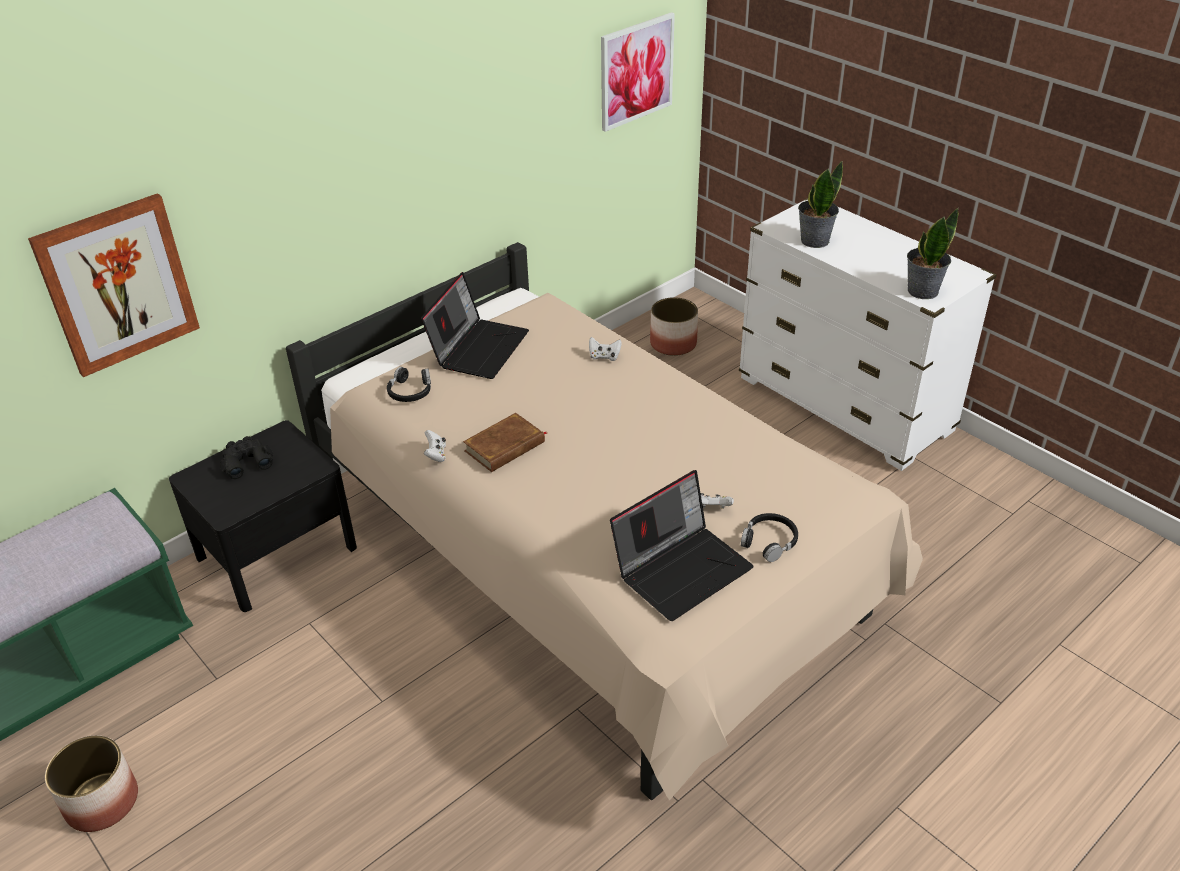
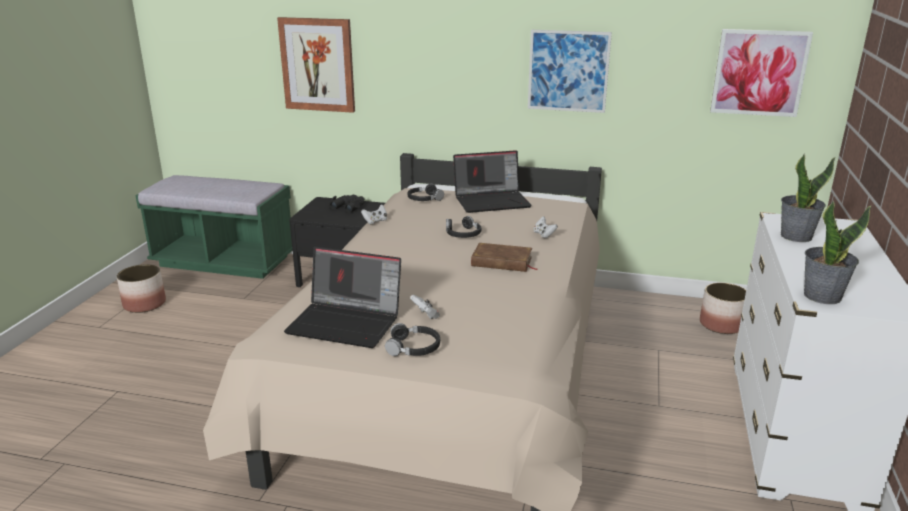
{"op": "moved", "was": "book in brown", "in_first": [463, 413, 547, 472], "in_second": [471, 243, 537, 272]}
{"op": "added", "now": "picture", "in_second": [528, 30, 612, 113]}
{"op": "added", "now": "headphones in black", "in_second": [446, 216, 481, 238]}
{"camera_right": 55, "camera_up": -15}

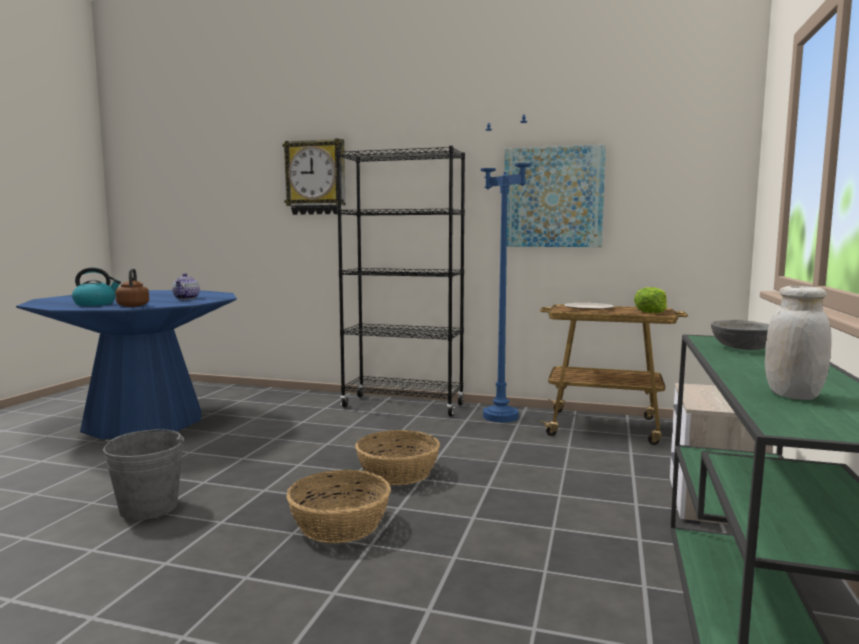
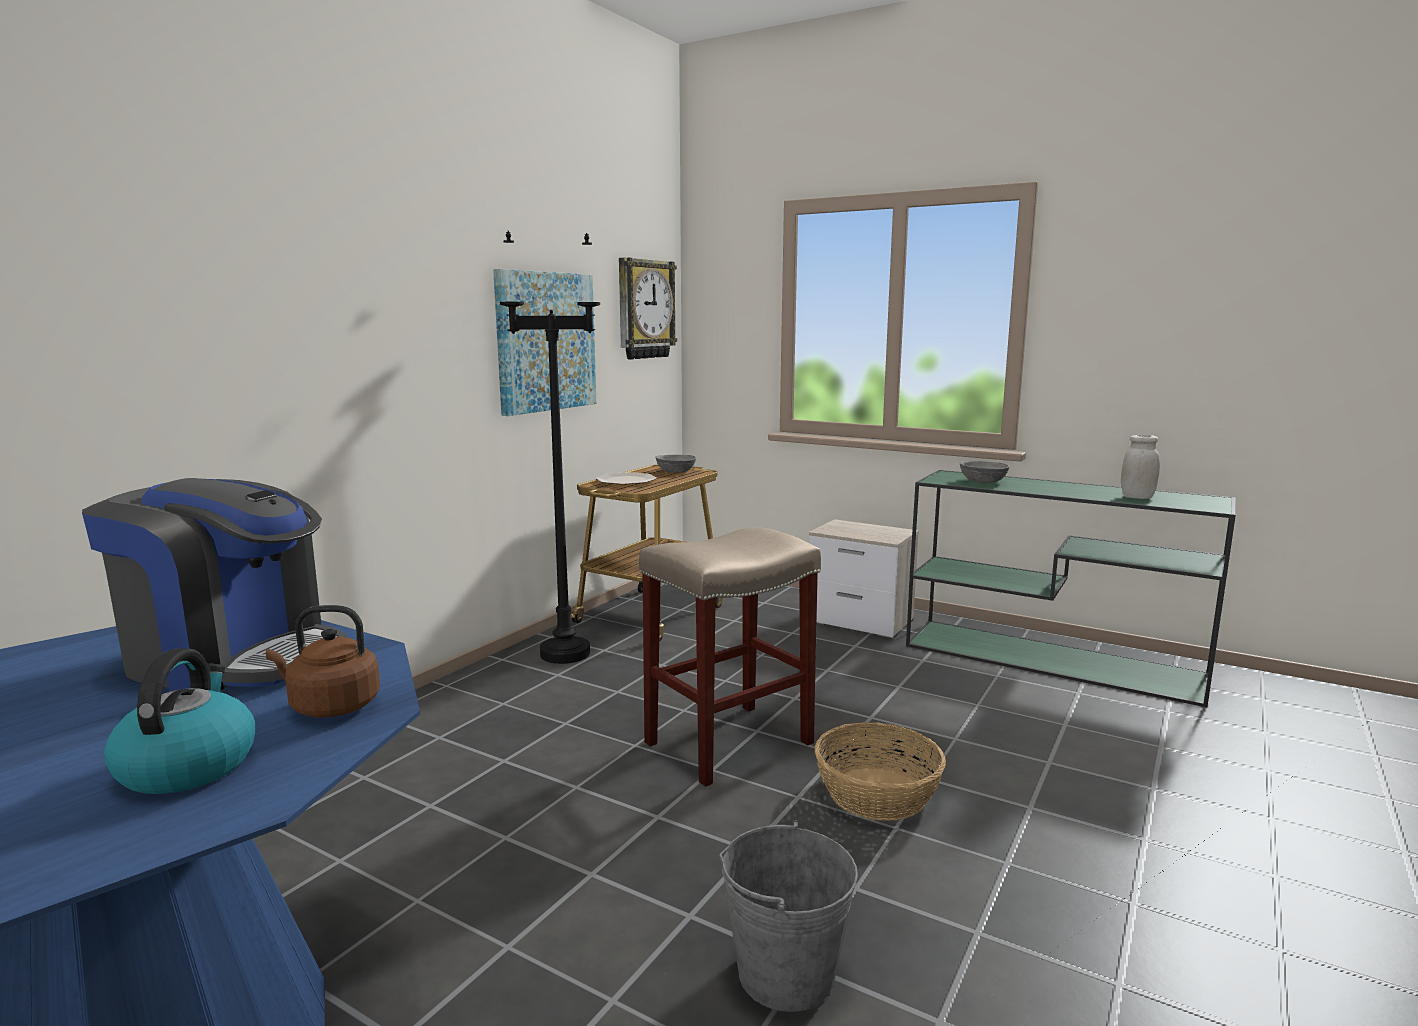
{"op": "recoloured", "was": "floor lamp in blue", "now": "floor lamp in black", "in_first": [480, 114, 531, 422], "in_second": [500, 231, 600, 664]}
{"op": "moved", "was": "wall clock", "in_first": [283, 138, 345, 215], "in_second": [619, 258, 677, 360]}
{"op": "removed", "was": "bookcase in black", "in_first": [336, 146, 465, 417]}
{"op": "replaced", "was": "teapot", "now": "coffee machine", "in_first": [172, 273, 200, 300], "in_second": [82, 478, 347, 692]}
{"op": "replaced", "was": "lettuce", "now": "bowl in grey", "in_first": [634, 287, 667, 313], "in_second": [655, 455, 696, 473]}
{"op": "replaced", "was": "basket", "now": "stool in beige", "in_first": [355, 430, 440, 485], "in_second": [639, 527, 821, 787]}
{"camera_right": -75, "camera_up": 5}

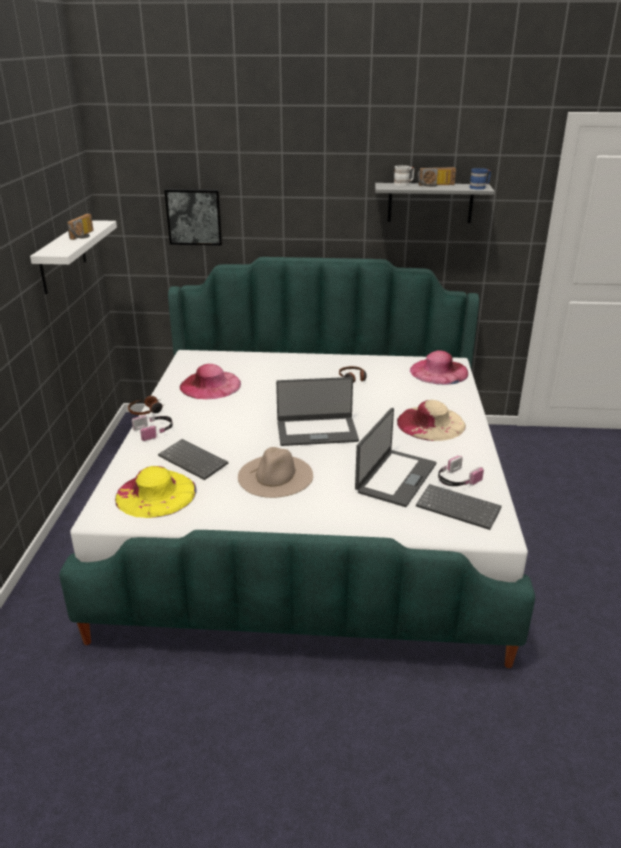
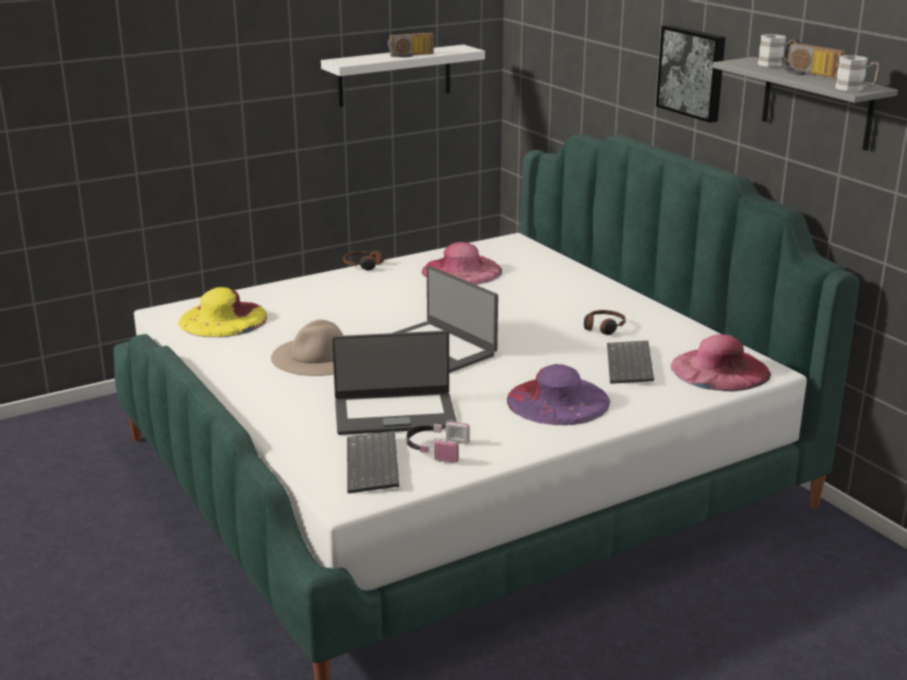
{"op": "recoloured", "was": "mug in blue", "now": "mug in white", "in_first": [469, 168, 491, 189], "in_second": [835, 55, 880, 91]}
{"op": "moved", "was": "picture", "in_first": [164, 189, 223, 245], "in_second": [656, 25, 726, 123]}
{"op": "recoloured", "was": "hat in beige", "now": "hat in purple", "in_first": [397, 400, 466, 441], "in_second": [507, 364, 610, 425]}
{"op": "removed", "was": "headphones", "in_first": [132, 414, 173, 441]}
{"op": "moved", "was": "keyboard", "in_first": [158, 439, 228, 480], "in_second": [607, 341, 654, 384]}
{"camera_right": 55, "camera_up": -5}

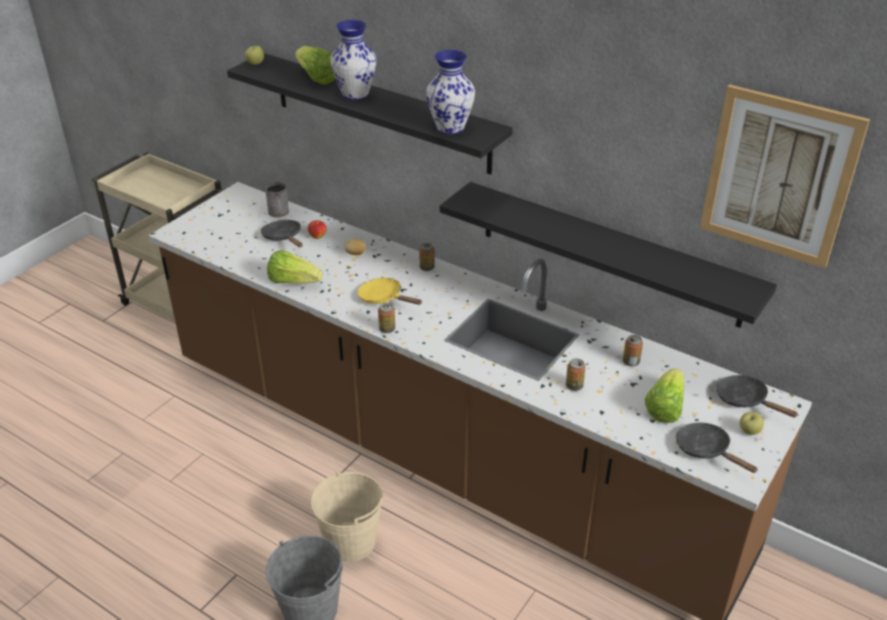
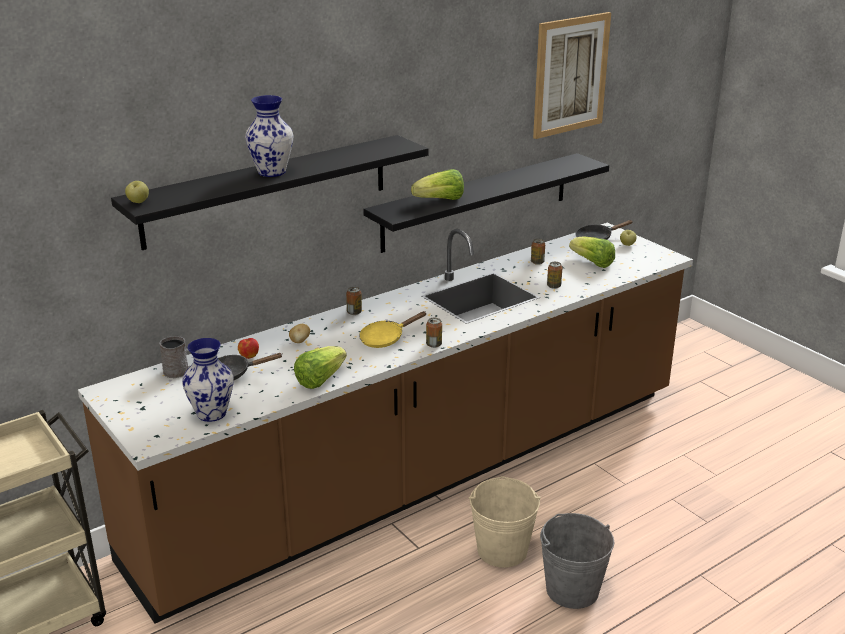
{"op": "moved", "was": "lettuce", "in_first": [295, 46, 336, 85], "in_second": [411, 169, 464, 200]}
{"op": "moved", "was": "vase", "in_first": [426, 50, 475, 134], "in_second": [182, 338, 233, 422]}
{"op": "removed", "was": "frying pan in black", "in_first": [676, 422, 758, 473]}
{"camera_right": -70, "camera_up": -10}

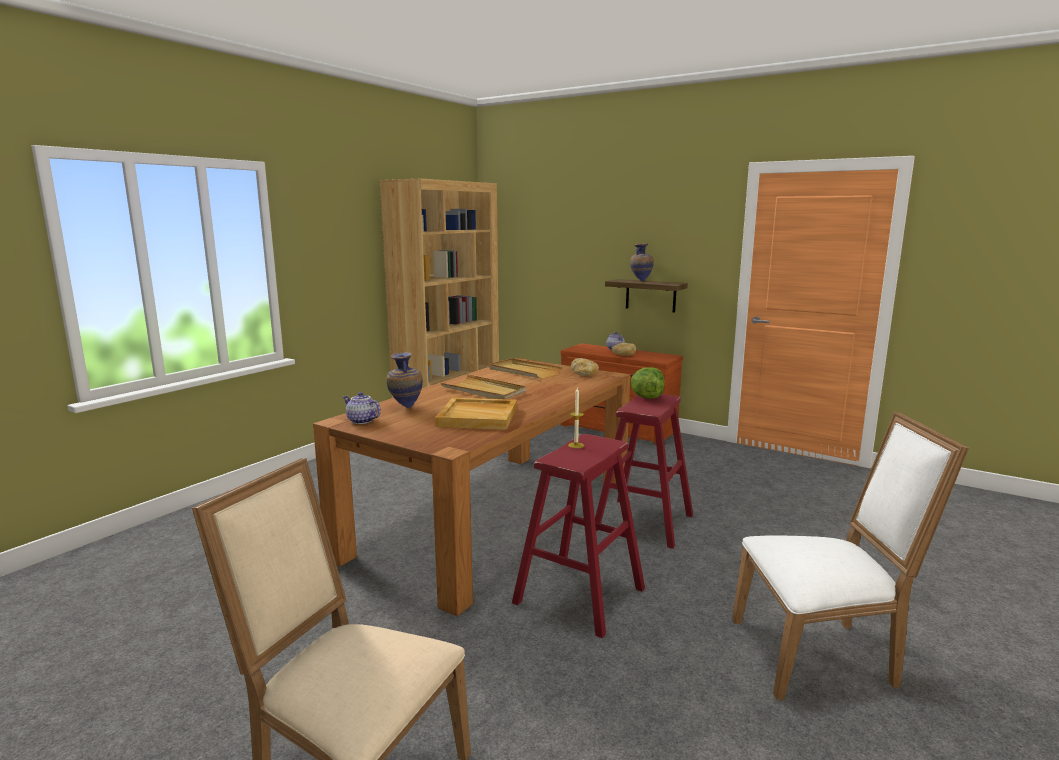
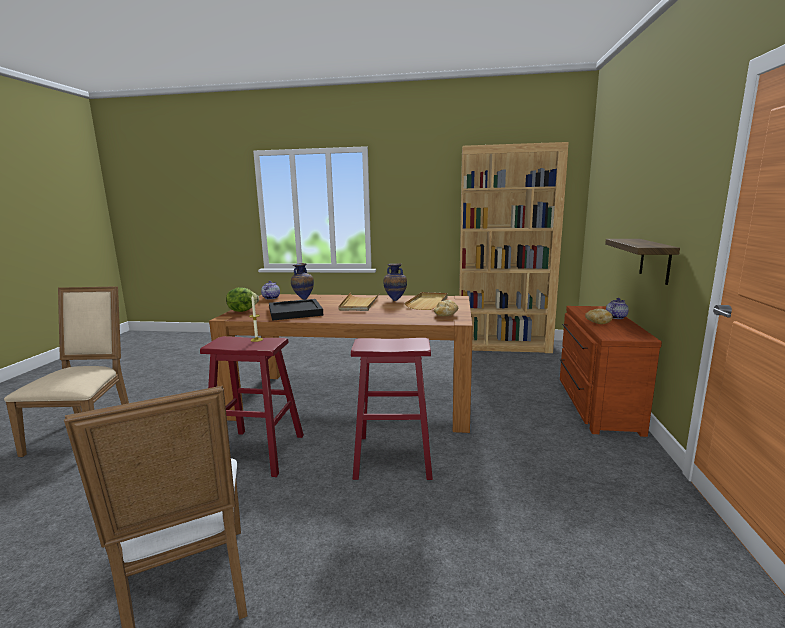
{"op": "moved", "was": "vase", "in_first": [630, 243, 654, 282], "in_second": [383, 263, 407, 301]}
{"op": "moved", "was": "lettuce", "in_first": [630, 367, 665, 399], "in_second": [226, 287, 259, 312]}
{"op": "recoloured", "was": "tray in beige", "now": "tray in black", "in_first": [435, 397, 517, 430], "in_second": [269, 299, 323, 321]}
{"camera_right": 65, "camera_up": 0}

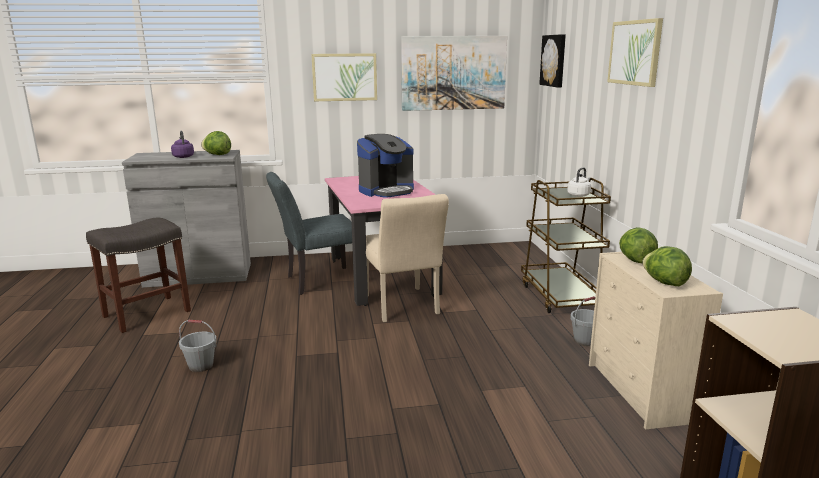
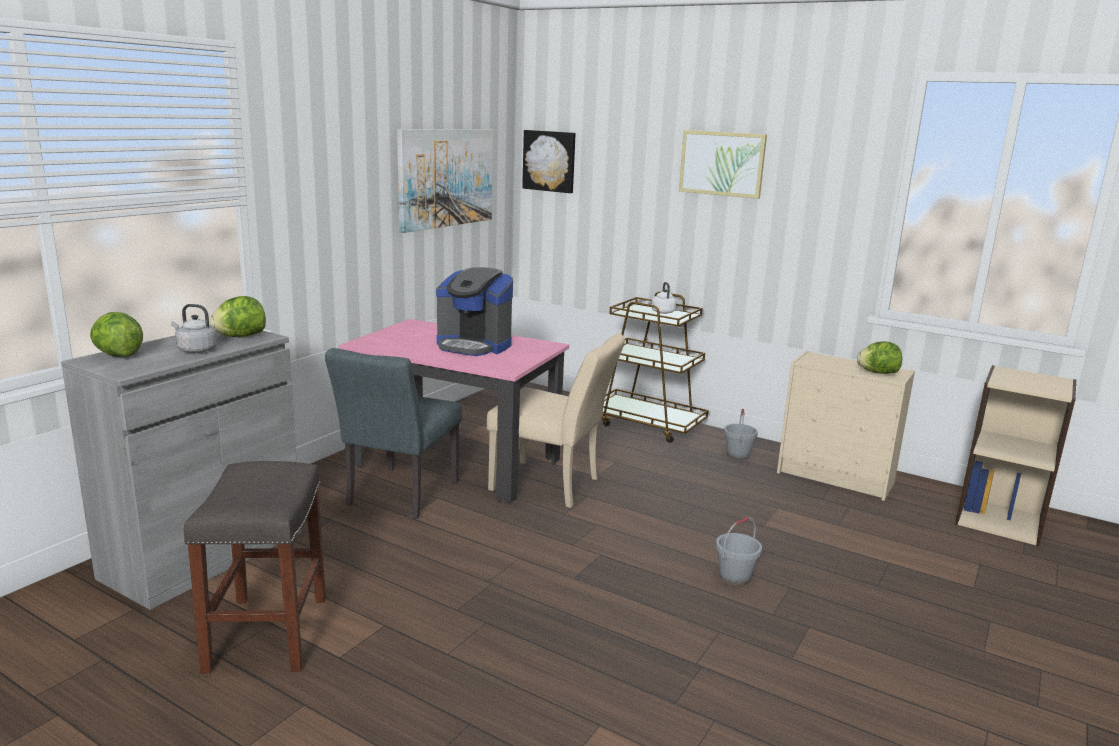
{"op": "removed", "was": "picture", "in_first": [311, 53, 377, 101]}
{"op": "recoloured", "was": "kettle in purple", "now": "kettle in grey", "in_first": [171, 131, 194, 158], "in_second": [171, 304, 218, 353]}
{"op": "turned", "was": "coffee machine", "in_first": [357, 134, 414, 198], "in_second": [436, 267, 513, 356], "clockwise": 105}
{"op": "moved", "was": "lettuce", "in_first": [619, 227, 658, 264], "in_second": [90, 312, 143, 357]}
{"op": "moved", "was": "bucket in grey", "in_first": [179, 320, 217, 372], "in_second": [716, 517, 762, 586]}
{"camera_right": -50, "camera_up": 0}

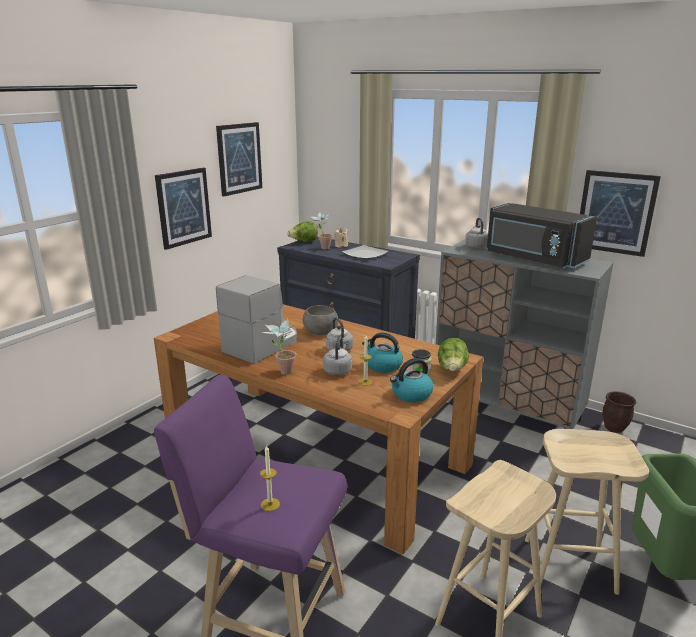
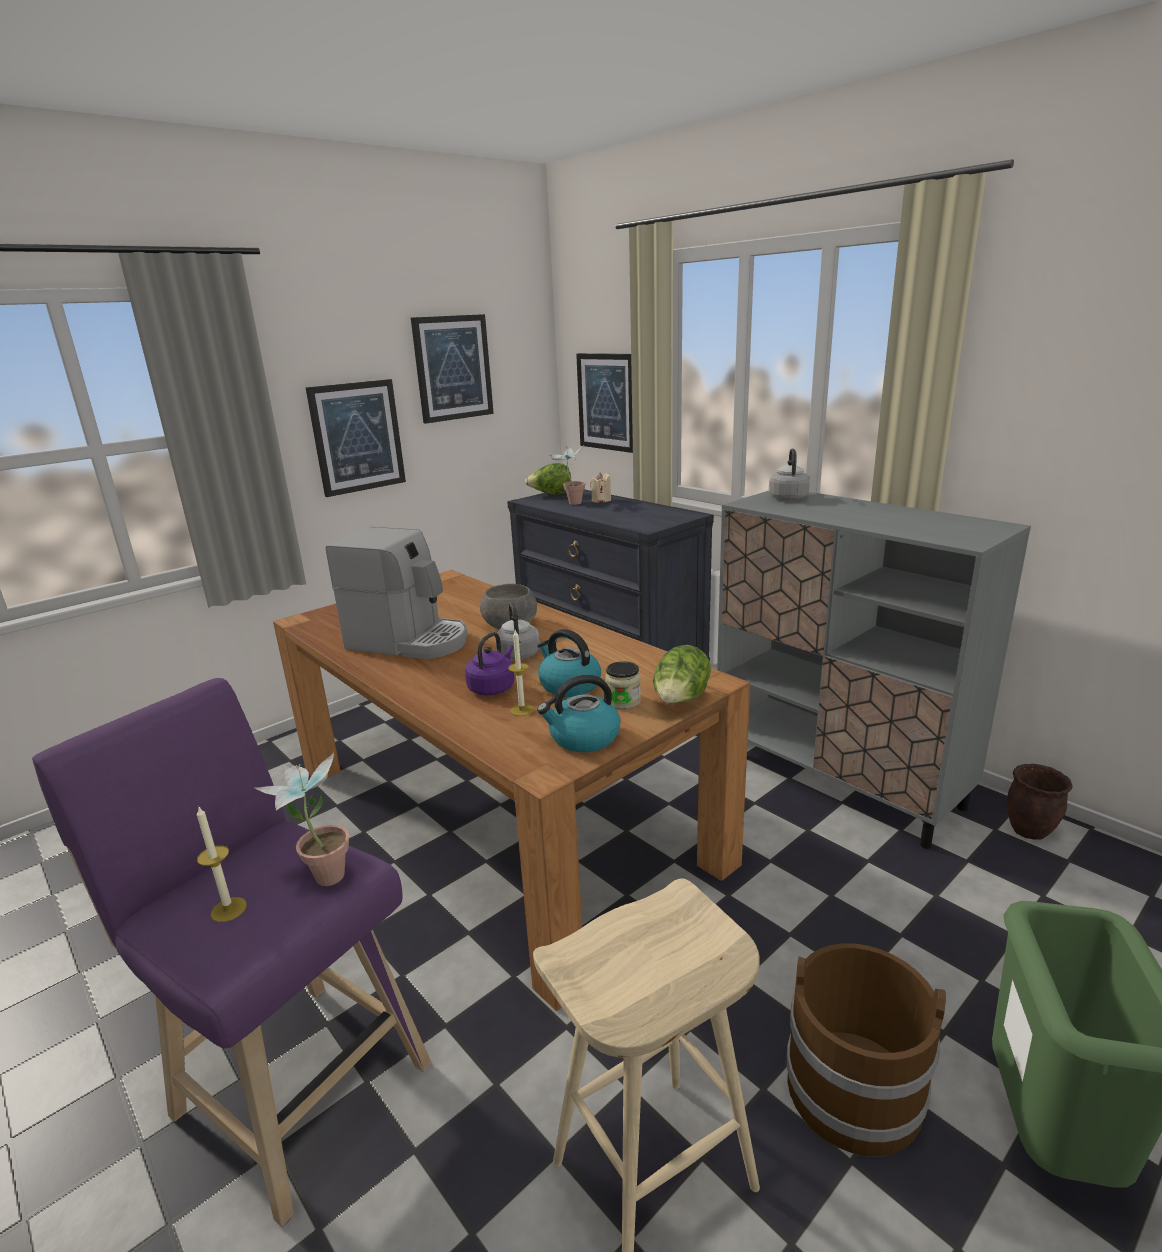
{"op": "moved", "was": "picture", "in_first": [580, 170, 661, 257], "in_second": [576, 353, 633, 453]}
{"op": "removed", "was": "microwave in black", "in_first": [487, 203, 597, 269]}
{"op": "removed", "was": "plate", "in_first": [342, 245, 389, 259]}
{"op": "turned", "was": "coffee machine", "in_first": [216, 275, 297, 364], "in_second": [326, 527, 467, 659], "clockwise": 60}
{"op": "moved", "was": "potted plant", "in_first": [261, 318, 297, 375], "in_second": [253, 752, 349, 886]}
{"op": "recoloured", "was": "kettle in grey", "now": "kettle in purple", "in_first": [323, 337, 352, 375], "in_second": [465, 632, 514, 696]}
{"op": "replaced", "was": "stool in beige", "now": "bucket in brown", "in_first": [525, 429, 649, 595], "in_second": [787, 943, 946, 1157]}
{"camera_right": 15, "camera_up": 0}

